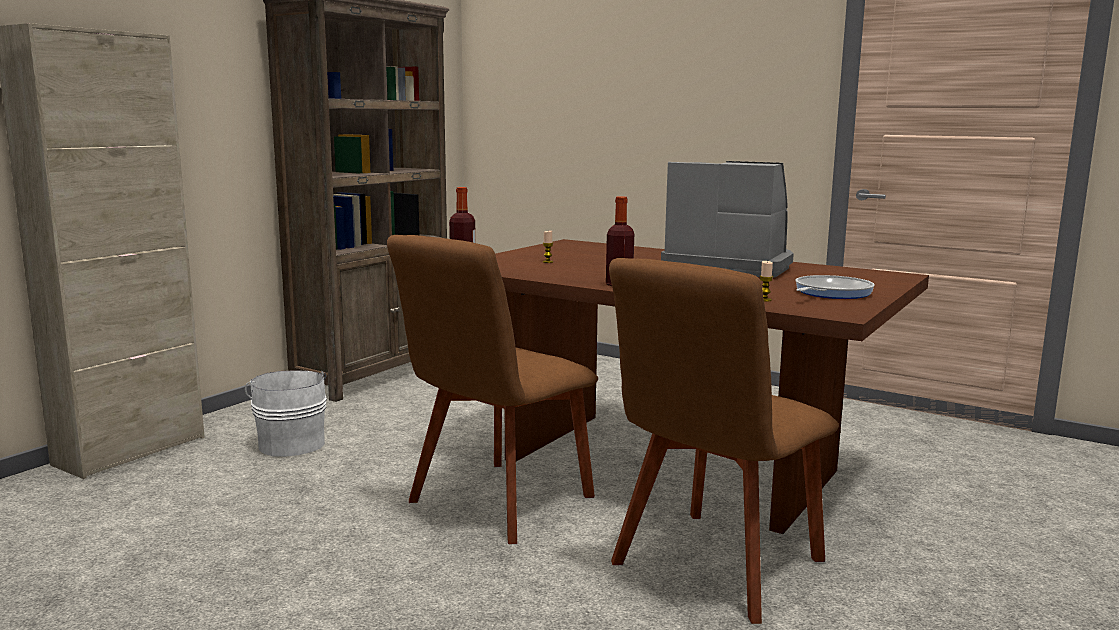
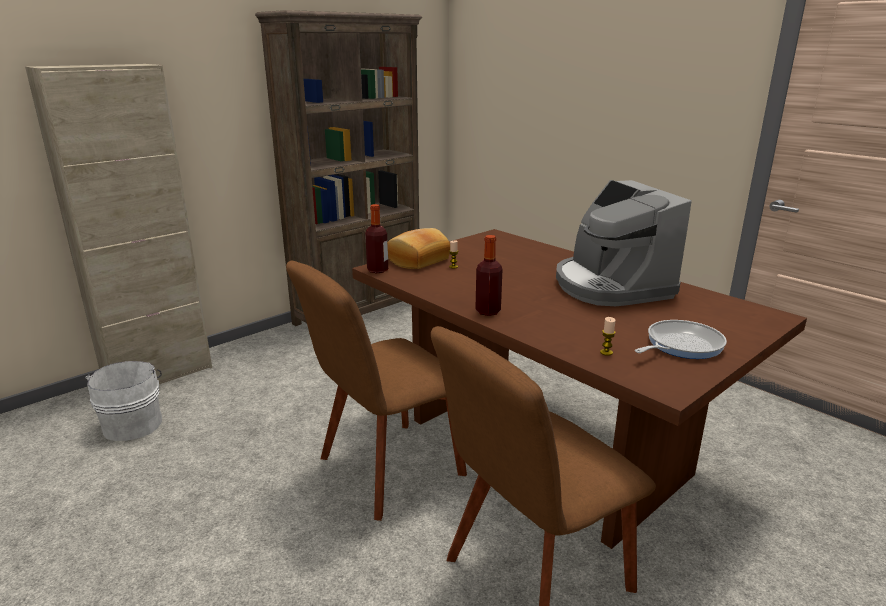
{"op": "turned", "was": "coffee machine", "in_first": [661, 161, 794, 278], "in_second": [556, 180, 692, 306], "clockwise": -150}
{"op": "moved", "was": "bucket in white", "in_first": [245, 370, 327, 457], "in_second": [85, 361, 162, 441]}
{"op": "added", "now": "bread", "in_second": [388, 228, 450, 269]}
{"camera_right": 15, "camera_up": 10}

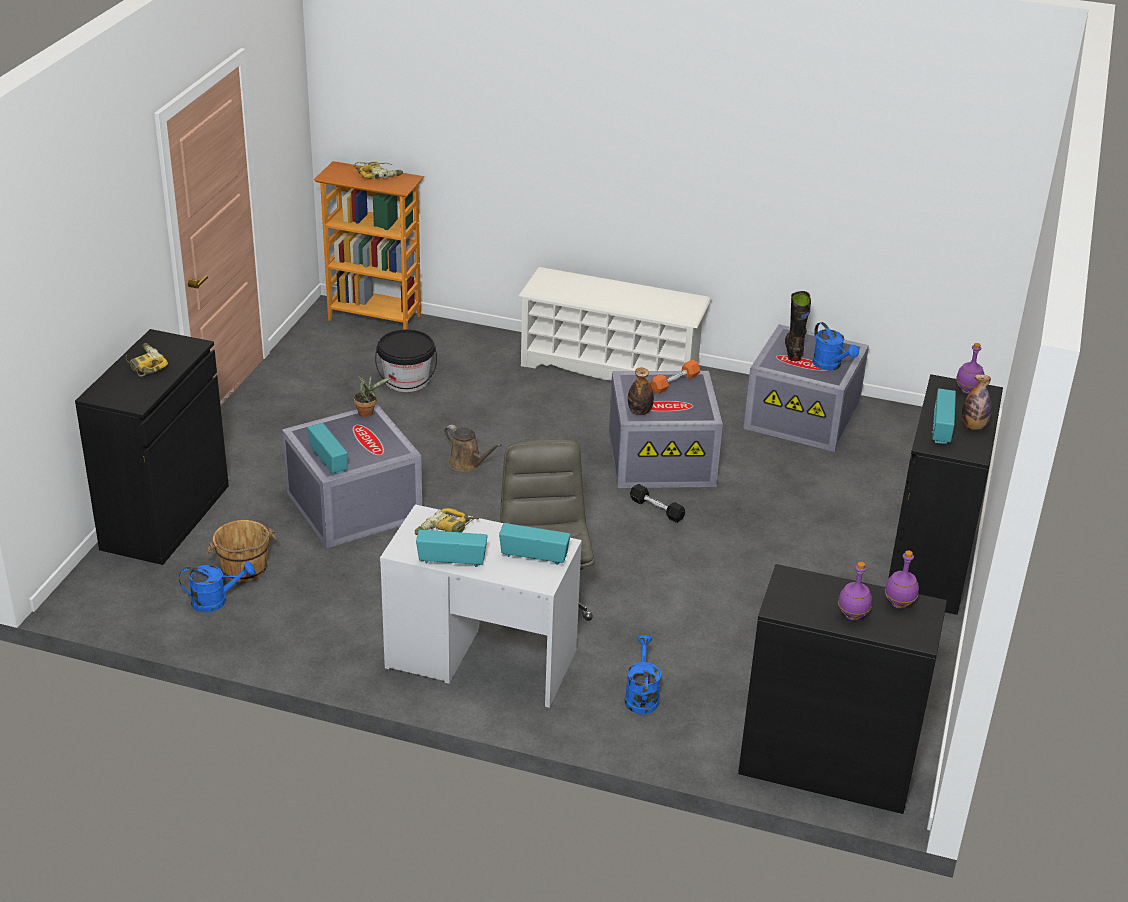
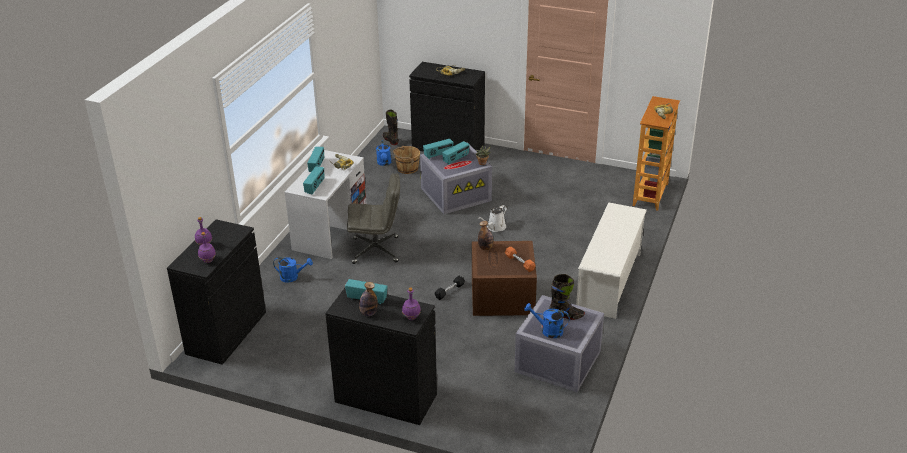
{"op": "turned", "was": "watering can in blue", "in_first": [812, 322, 859, 370], "in_second": [524, 303, 570, 338], "clockwise": 45}
{"op": "removed", "was": "bucket in black", "in_first": [375, 329, 437, 392]}
{"op": "recoloured", "was": "storage box in grey", "now": "storage box in brown", "in_first": [609, 371, 723, 488], "in_second": [472, 241, 537, 316]}
{"op": "recoloured", "was": "watering can in brown", "now": "watering can in white", "in_first": [444, 425, 502, 472], "in_second": [478, 205, 507, 232]}
{"op": "added", "now": "boot in black", "in_second": [383, 110, 399, 145]}
{"op": "added", "now": "radio", "in_second": [442, 141, 470, 165]}
{"camera_right": 95, "camera_up": 0}

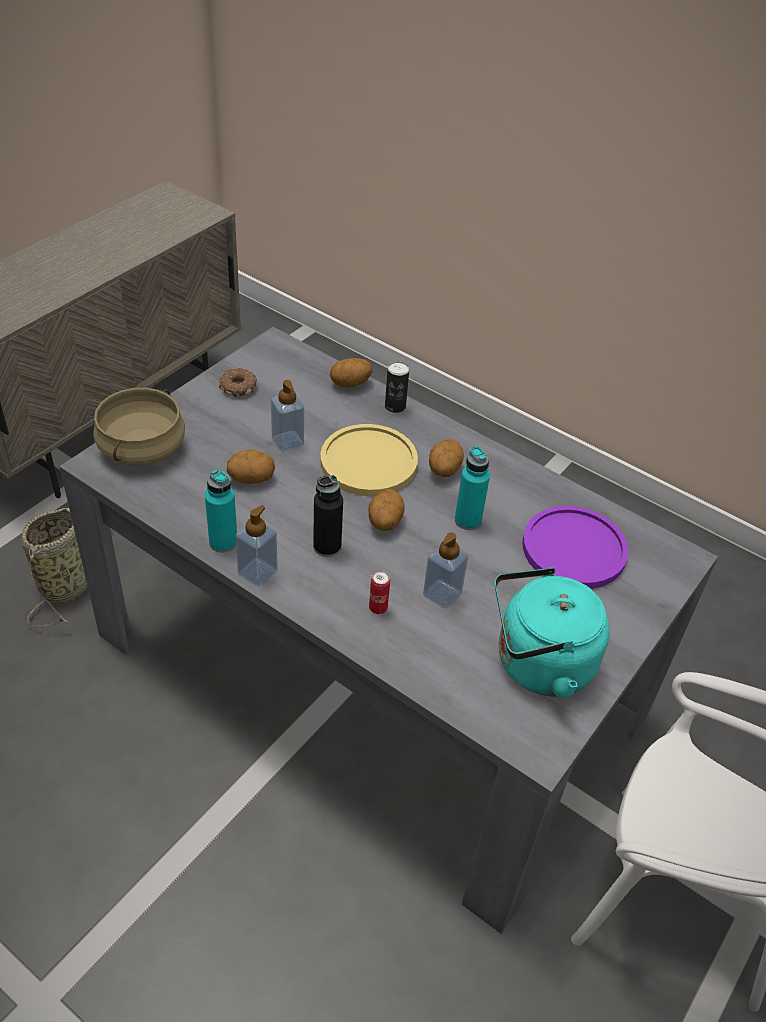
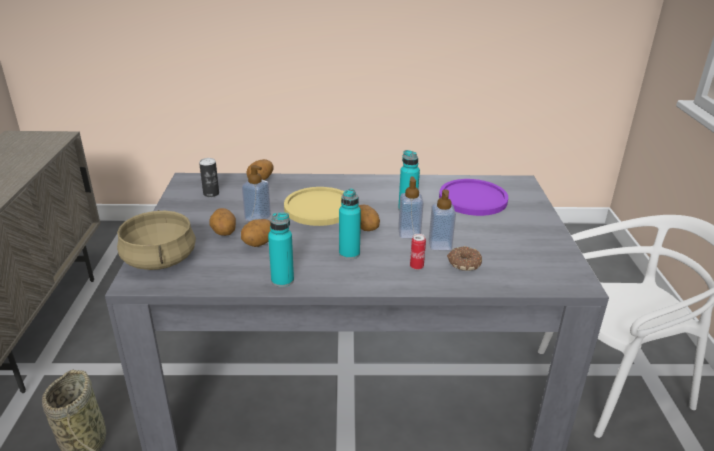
{"op": "moved", "was": "can", "in_first": [385, 361, 409, 413], "in_second": [199, 158, 219, 197]}
{"op": "moved", "was": "donut", "in_first": [219, 368, 257, 397], "in_second": [447, 246, 482, 271]}
{"op": "moved", "was": "potato", "in_first": [429, 439, 464, 477], "in_second": [209, 208, 236, 236]}
{"op": "recoloured", "was": "bottle in black", "now": "bottle in turquoise", "in_first": [313, 475, 343, 557], "in_second": [339, 189, 361, 260]}
{"op": "moved", "was": "soap dispenser", "in_first": [235, 505, 278, 586], "in_second": [398, 177, 424, 238]}
{"op": "removed", "was": "kettle in turquoise", "in_first": [495, 567, 610, 698]}
{"camera_right": -35, "camera_up": -15}

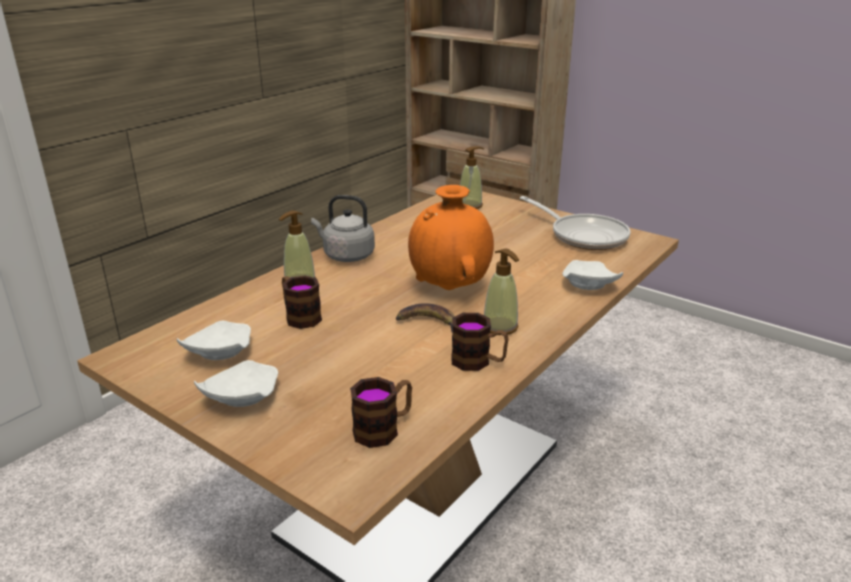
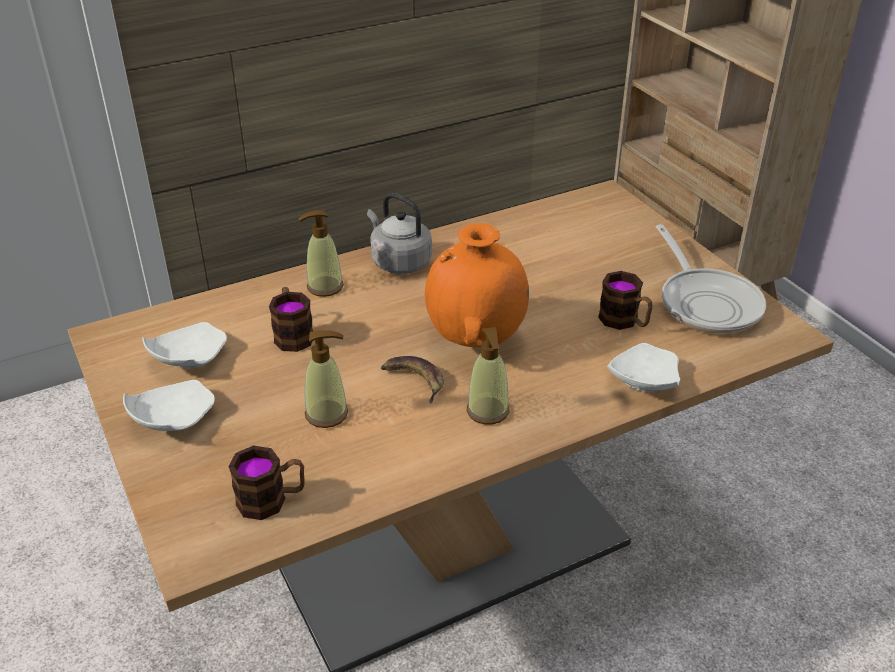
{"op": "moved", "was": "soap dispenser", "in_first": [460, 146, 484, 209], "in_second": [305, 330, 348, 428]}
{"op": "moved", "was": "mug", "in_first": [451, 313, 509, 371], "in_second": [598, 271, 653, 330]}
{"camera_right": 25, "camera_up": 10}

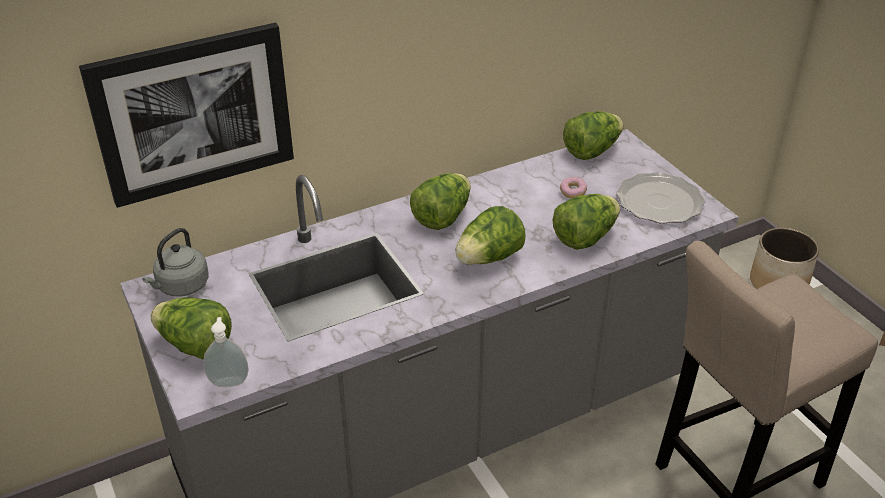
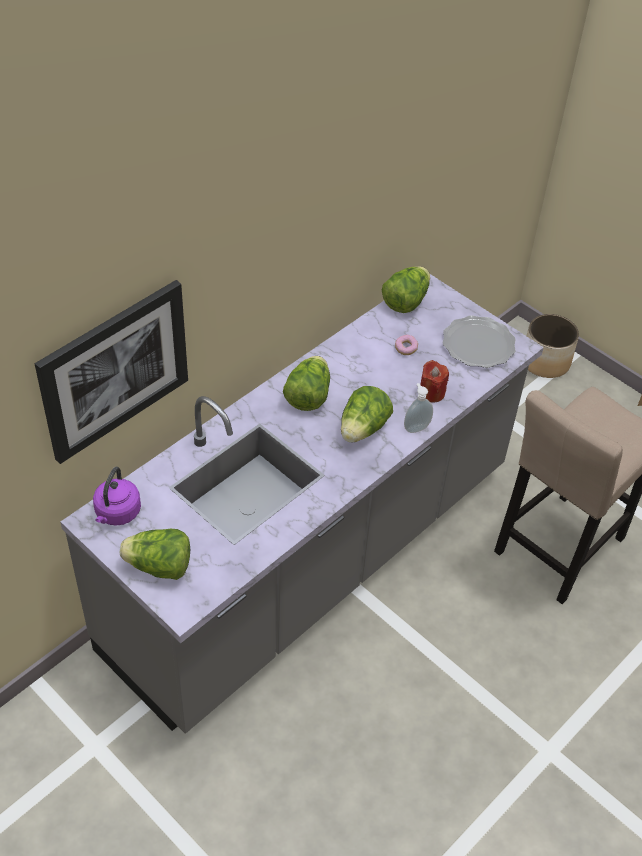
{"op": "replaced", "was": "lettuce", "now": "candle in red", "in_first": [553, 194, 620, 250], "in_second": [420, 360, 449, 402]}
{"op": "recoloured", "was": "kettle in grey", "now": "kettle in purple", "in_first": [142, 228, 209, 297], "in_second": [93, 467, 141, 526]}
{"op": "moved", "was": "soap dispenser", "in_first": [203, 317, 249, 387], "in_second": [404, 383, 433, 433]}
{"camera_right": -20, "camera_up": 10}

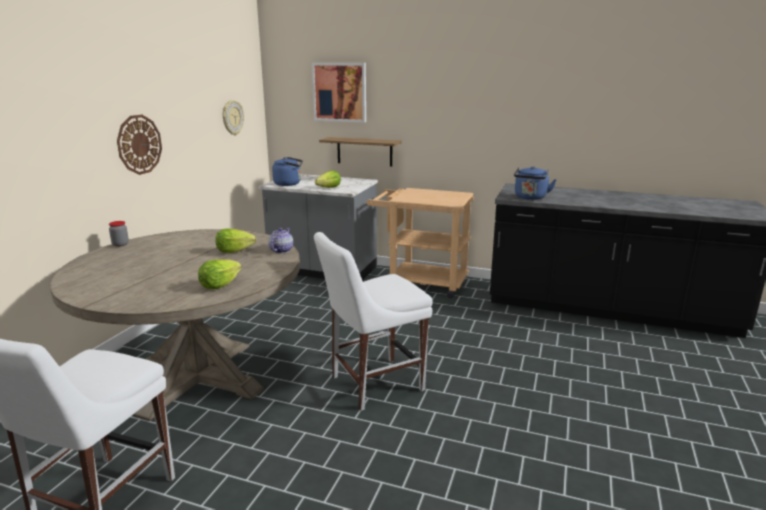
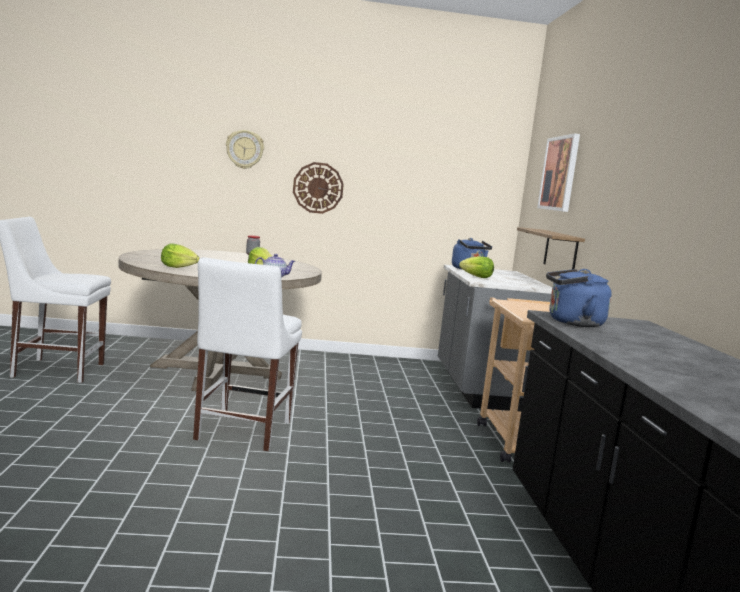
{"op": "moved", "was": "wall clock", "in_first": [222, 100, 244, 135], "in_second": [226, 130, 264, 169]}
{"op": "turned", "was": "chair in white", "in_first": [314, 232, 433, 411], "in_second": [193, 257, 302, 451], "clockwise": -120}
{"camera_right": 65, "camera_up": -10}

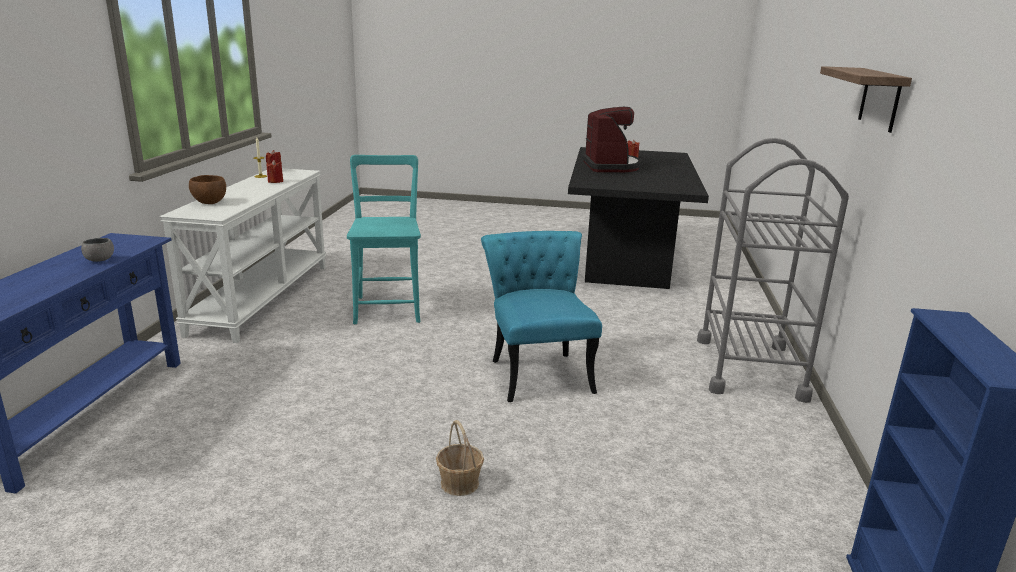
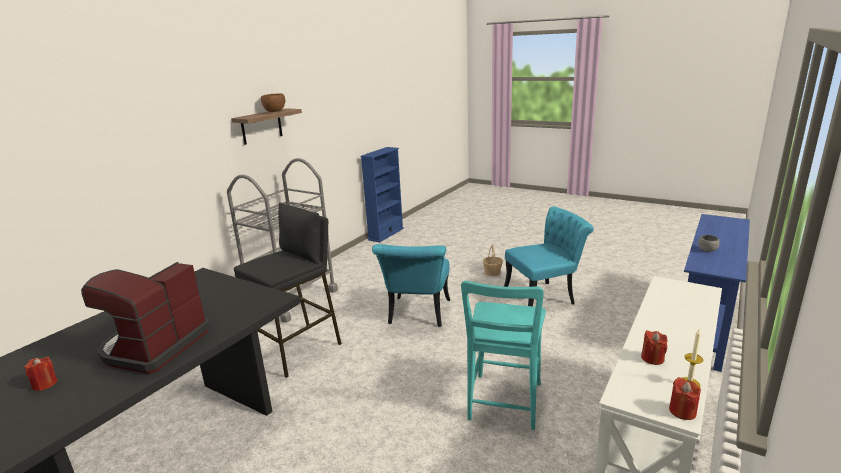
{"op": "moved", "was": "bowl in brown", "in_first": [189, 175, 226, 204], "in_second": [261, 93, 285, 112]}
{"op": "added", "now": "stool in black", "in_second": [234, 203, 341, 378]}
{"op": "added", "now": "chair in turquoise", "in_second": [504, 206, 594, 306]}
{"camera_right": -155, "camera_up": 0}

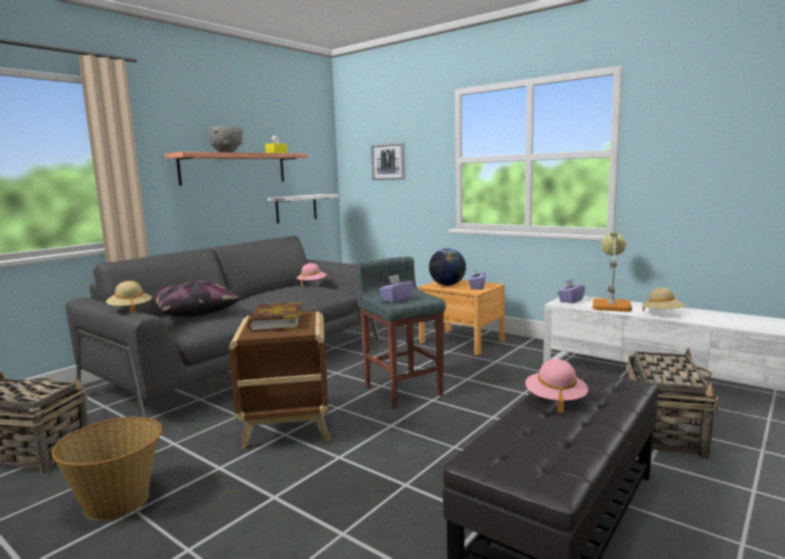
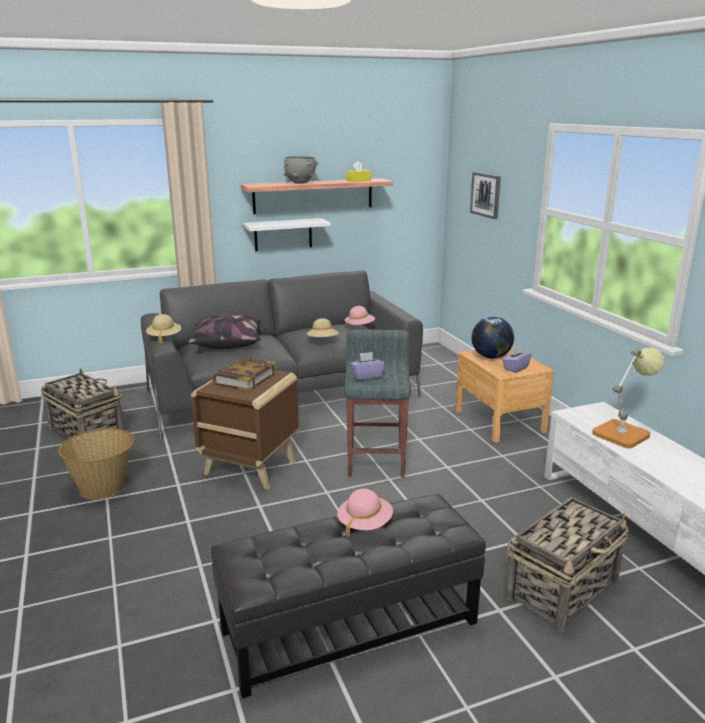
{"op": "moved", "was": "shelf in white", "in_first": [267, 194, 339, 224], "in_second": [243, 218, 331, 251]}
{"op": "removed", "was": "tissue box in purple", "in_first": [558, 279, 585, 303]}
{"op": "moved", "was": "hat in beige", "in_first": [642, 288, 685, 311], "in_second": [307, 318, 339, 337]}
{"camera_right": 30, "camera_up": 10}

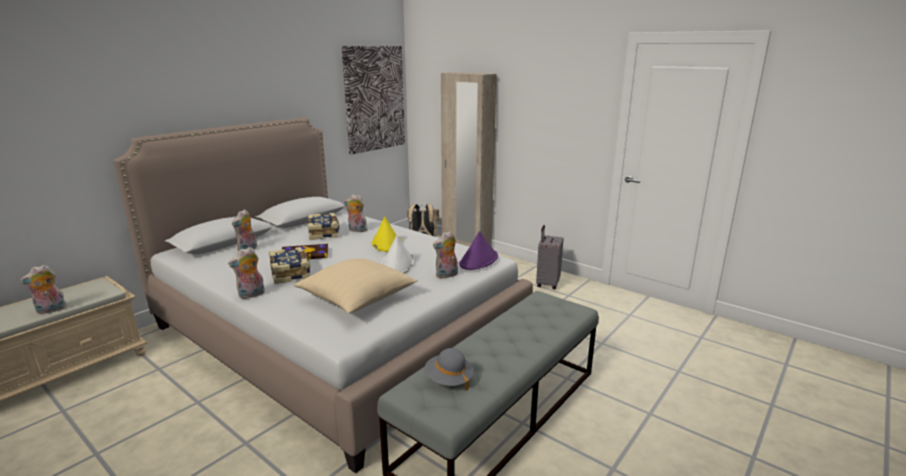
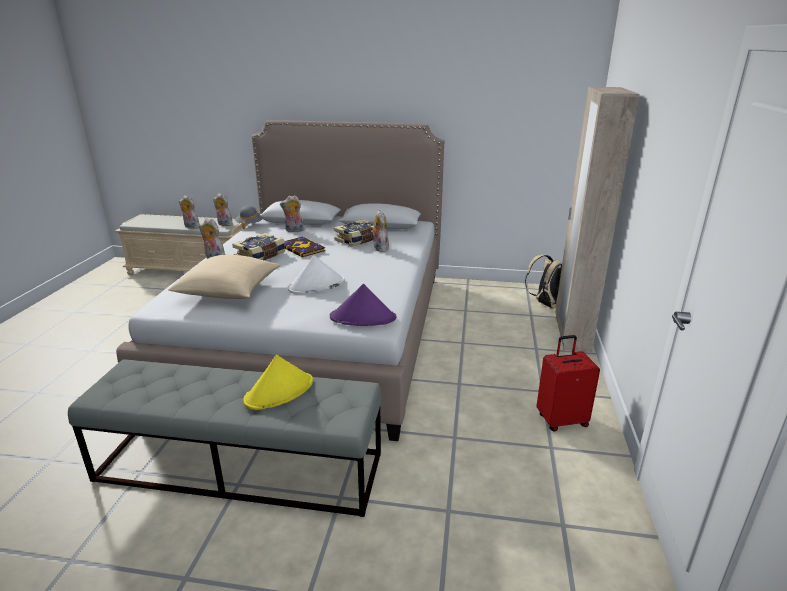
{"op": "removed", "was": "picture", "in_first": [342, 46, 405, 155]}
{"op": "moved", "was": "hat in yellow", "in_first": [372, 216, 402, 252], "in_second": [243, 355, 313, 410]}
{"op": "recoloured", "was": "suitcase in grey", "now": "suitcase in red", "in_first": [536, 225, 564, 289], "in_second": [536, 335, 600, 432]}
{"op": "moved", "was": "plush toy", "in_first": [433, 231, 458, 278], "in_second": [213, 193, 233, 226]}
{"op": "moved", "was": "hat in grey", "in_first": [424, 348, 474, 390], "in_second": [235, 206, 263, 229]}
{"camera_right": 60, "camera_up": 5}

